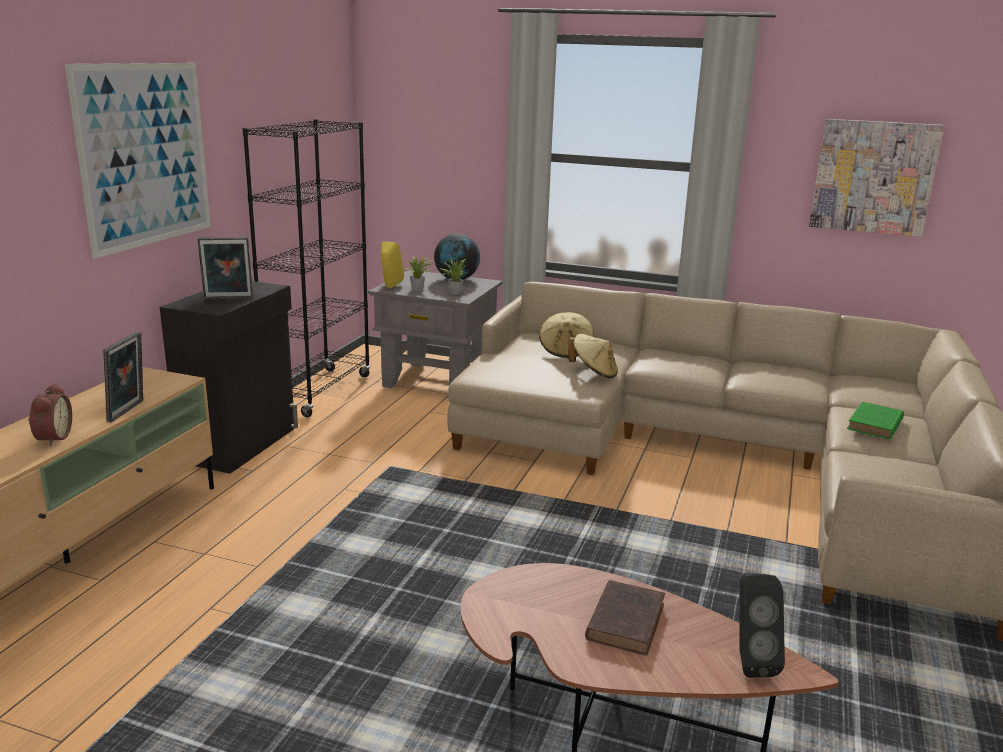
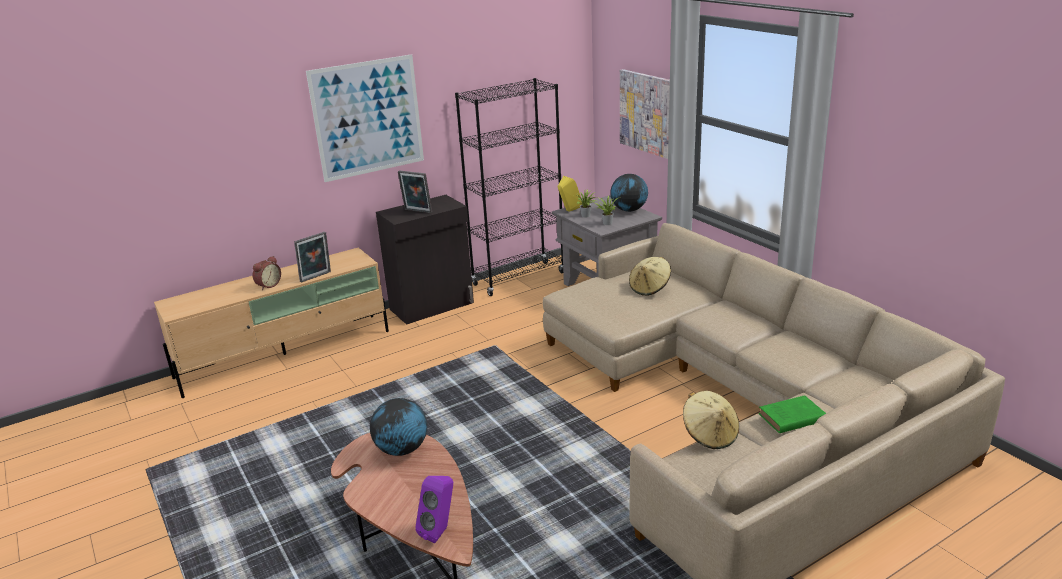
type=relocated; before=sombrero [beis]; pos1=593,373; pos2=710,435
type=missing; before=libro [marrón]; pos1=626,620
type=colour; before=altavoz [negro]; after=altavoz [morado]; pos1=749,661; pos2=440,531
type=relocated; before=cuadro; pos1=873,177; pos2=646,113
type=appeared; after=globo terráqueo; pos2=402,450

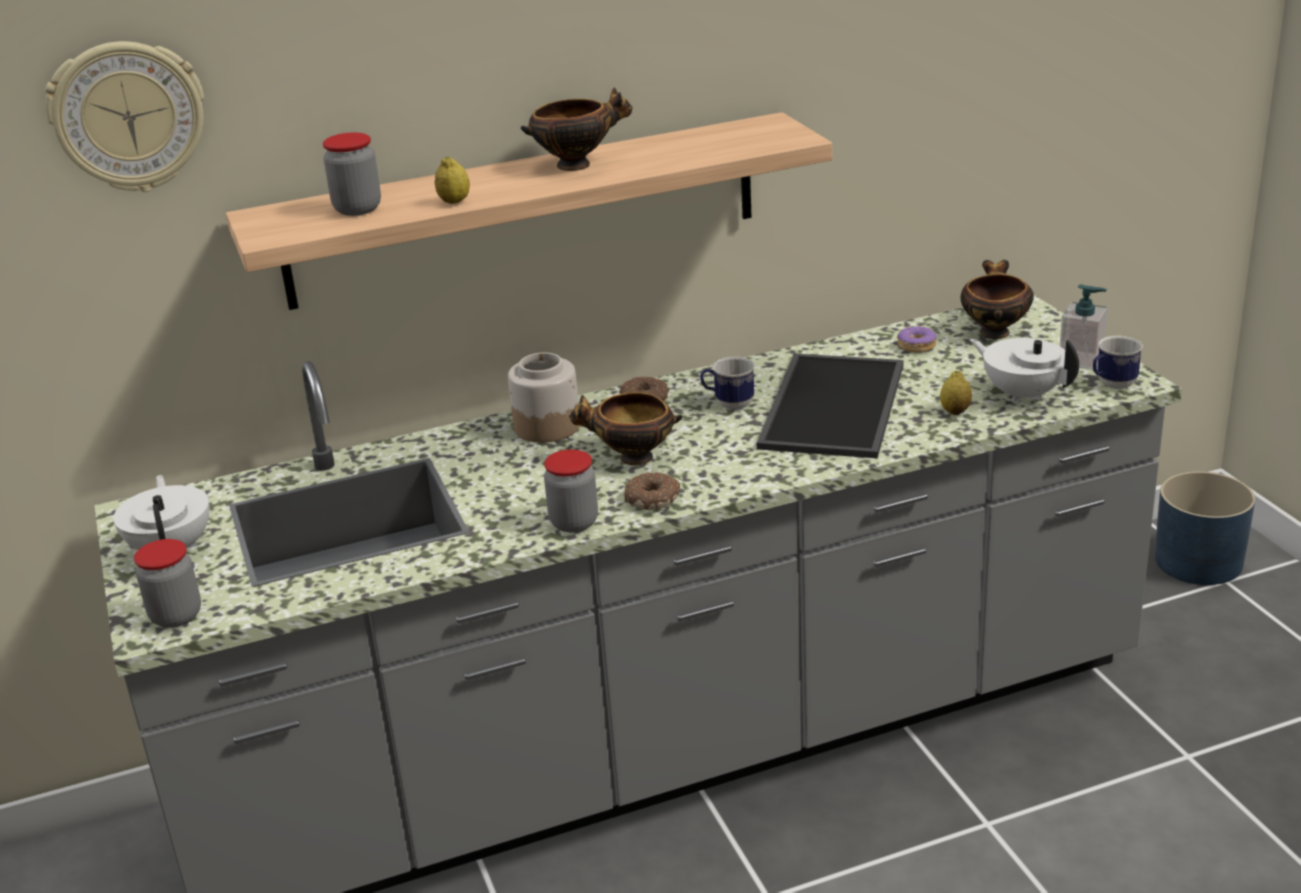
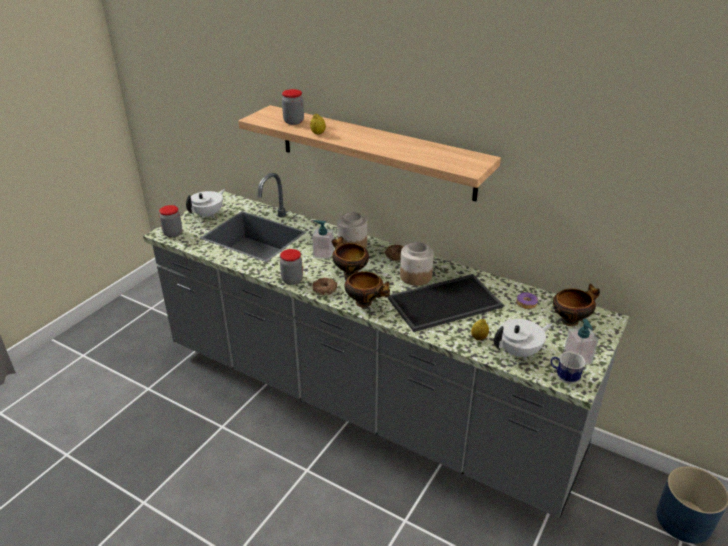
type=missing; before=reloj de pared; pos1=128,116
type=relocated; before=cuenco; pos1=577,164; pos2=365,303
type=exchanged; before=taza grande; after=tarro; pos1=728,404; pos2=415,276
type=spun; before=tetera [blanco]; pos1=1022,394; pos2=519,352; turn=60
type=appeared; after=dispensador de jabón; pos2=323,254

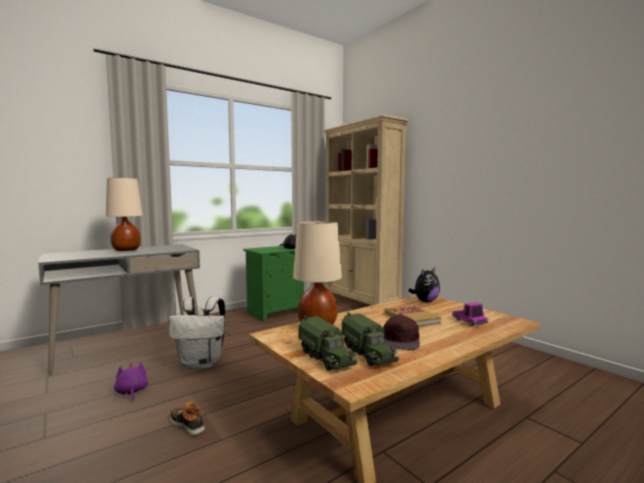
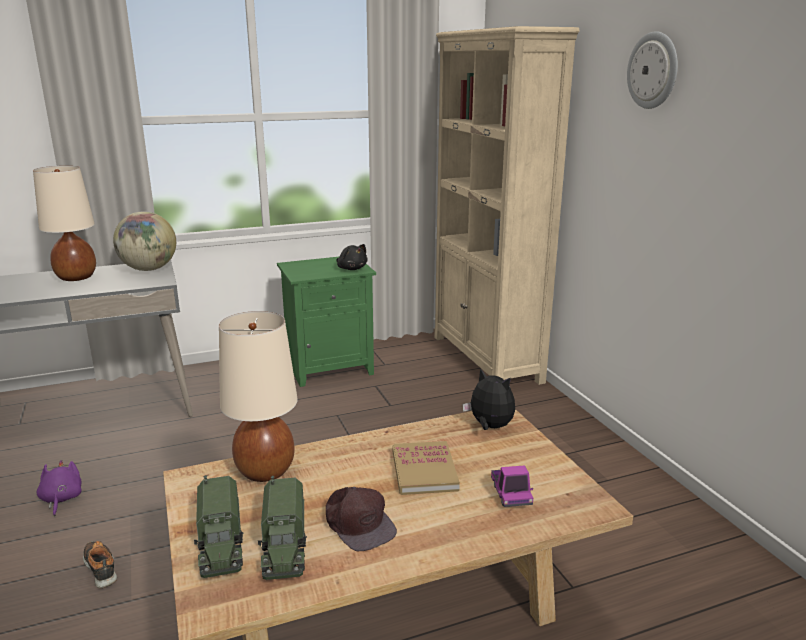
type=missing; before=mochila [blanco]; pos1=202,364
type=spun; before=gorra [marrón]; pos1=401,340; pos2=359,523; turn=-60
type=spun; before=peluche; pos1=425,301; pos2=489,427; turn=-120
type=appeared; after=globo terráqueo; pos2=149,269
type=appeared; after=reloj de pared; pos2=653,70

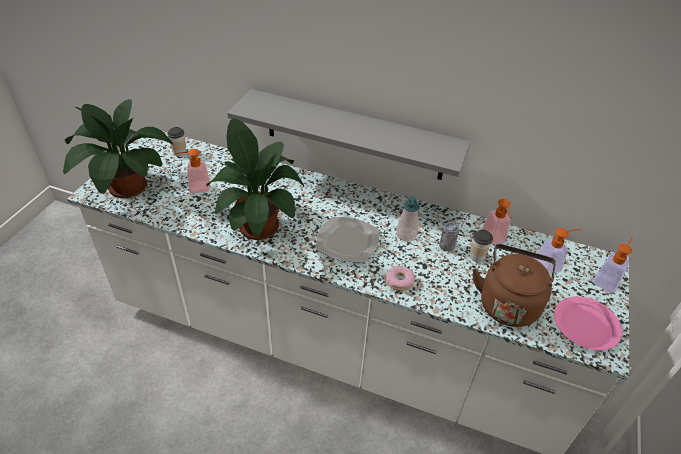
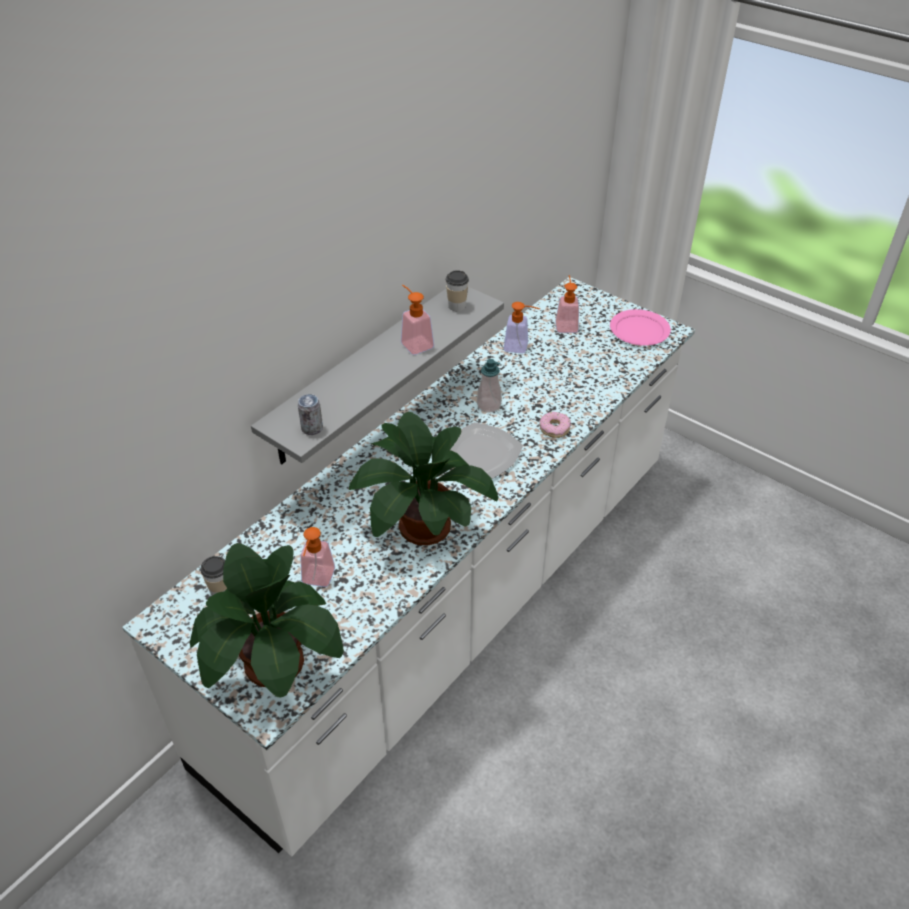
type=relocated; before=lata; pos1=446,246; pos2=312,428
type=relocated; before=taza; pos1=477,256; pos2=457,306
type=missing; before=hervidor [marrón]; pos1=508,303
type=relocated; before=dispensador de jabón; pos1=607,280; pos2=414,343

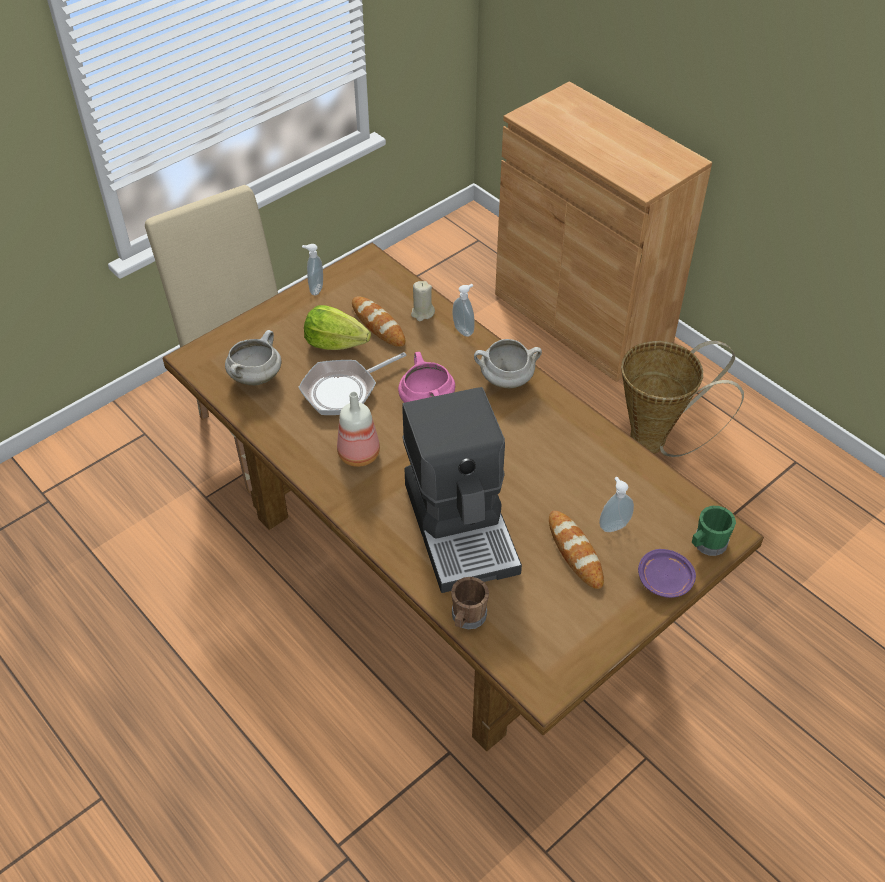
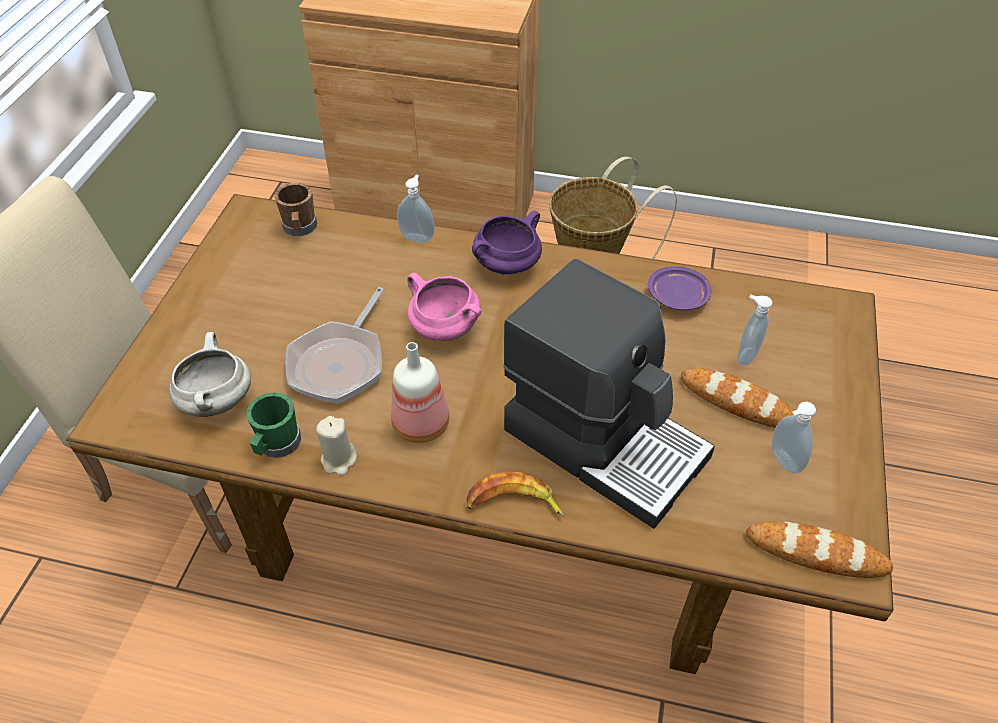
type=relocated; before=dispensador de jabón; pos1=315,289; pos2=782,462
type=missing; before=lechuga; pos1=335,343
type=relocated; before=pan; pos1=378,324; pos2=816,553
type=relocated; before=vela [beis]; pos1=422,313; pos2=339,460
type=relocated; before=taza grande [marrón]; pos1=467,618; pos2=300,228
type=colour; before=olla [blanco]; after=olla [morado]; pos1=505,380; pos2=506,266
type=relocated; before=plato [morado]; pos1=665,580; pos2=678,297
type=relocated; before=taza grande [verde]; pos1=707,544; pos2=276,445
type=appeared; after=plátano; pos2=513,503

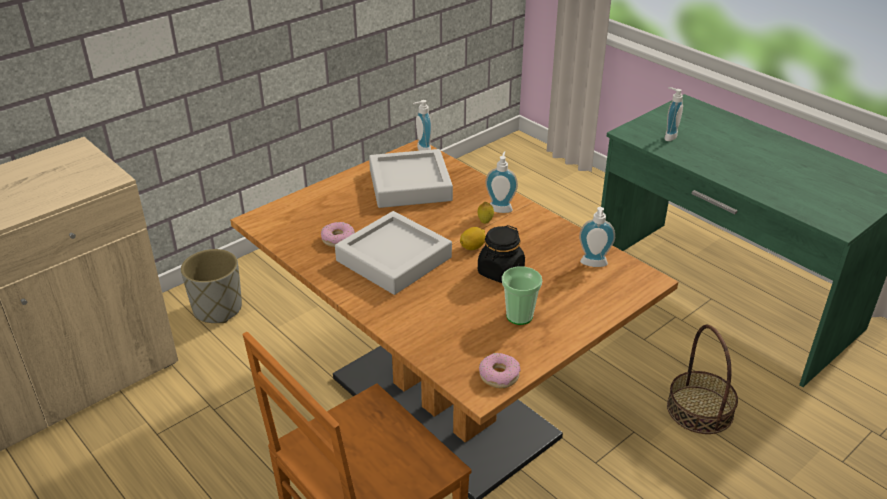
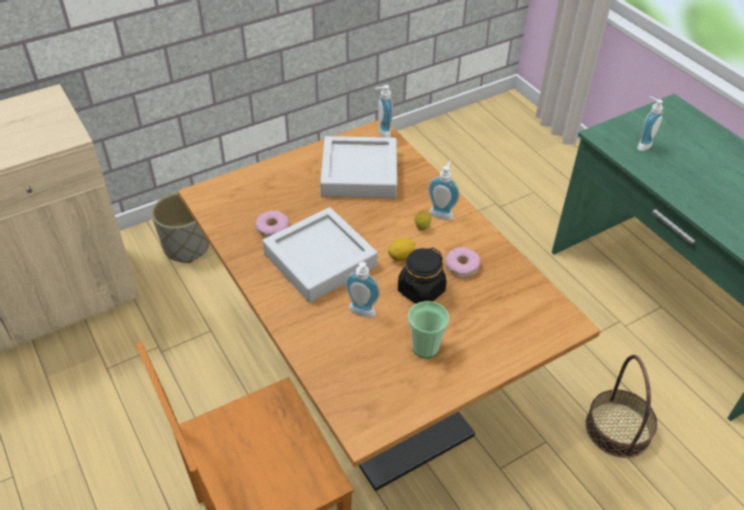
type=relocated; before=rosquilla; pos1=499,375; pos2=462,266
type=relocated; before=dispensador de jabón; pos1=593,265; pos2=360,313

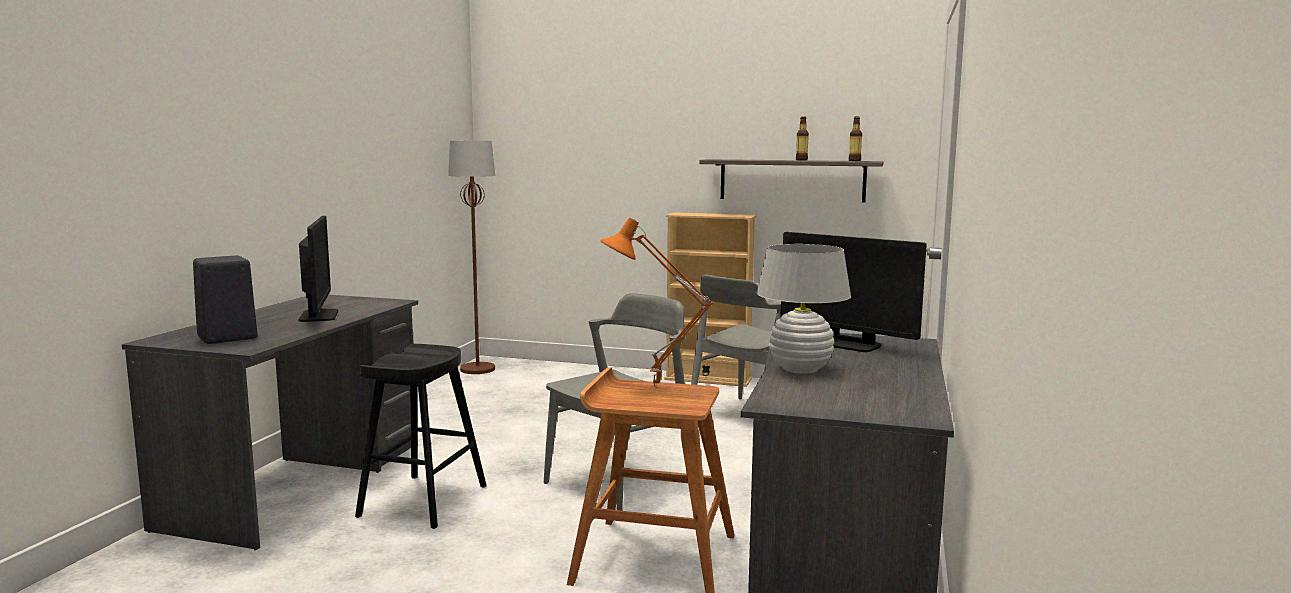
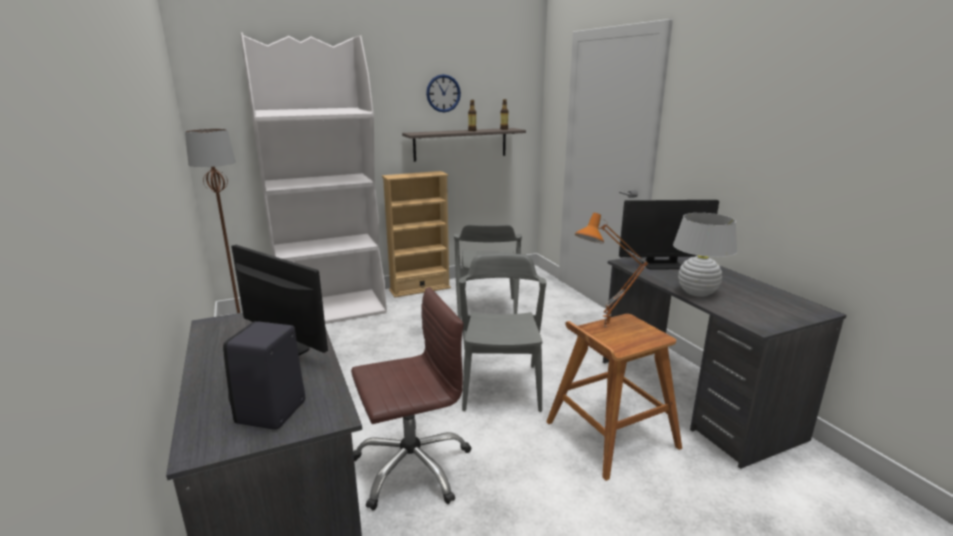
type=exchanged; before=taburete [negro]; after=silla de oficina [marrón]; pos1=423,501; pos2=411,466
type=appeared; after=estantería [blanco]; pos2=333,310
type=appeared; after=reloj de pared; pos2=443,93

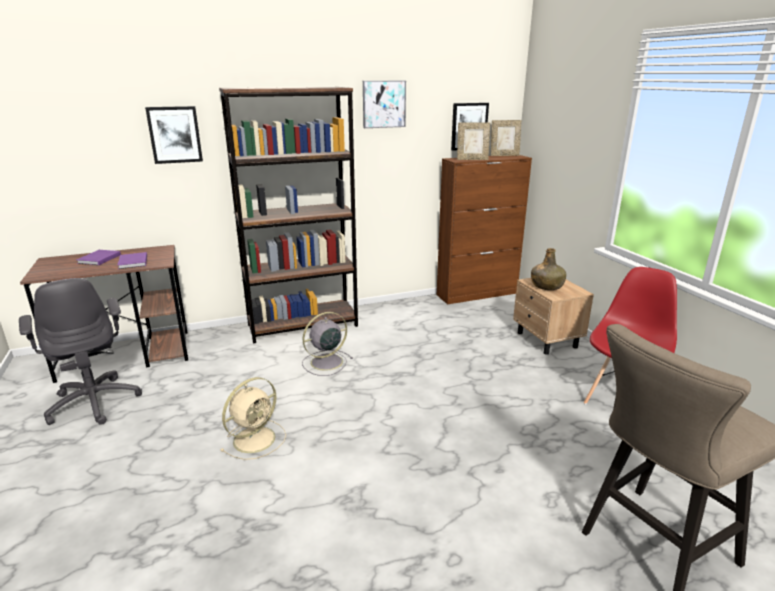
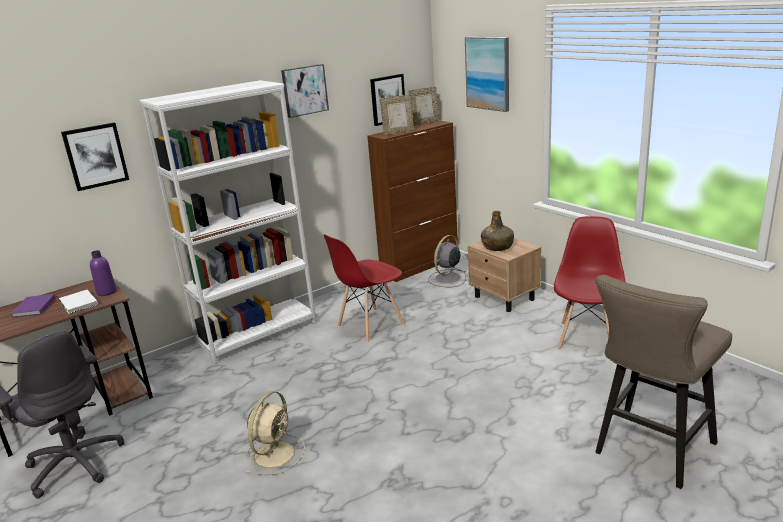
type=colour; before=libro [morado]; after=libro [blanco]; pos1=132,262; pos2=78,304
type=colour; before=estantería [marrón]; after=estantería [blanco]; pos1=303,325; pos2=257,334
type=relocated; before=ventilador [gris]; pos1=325,362; pos2=447,278
type=appeared; after=botella [morado]; pos2=106,292
type=appeared; after=silla [rojo]; pos2=370,325
type=appeared; after=cuadro; pos2=488,73

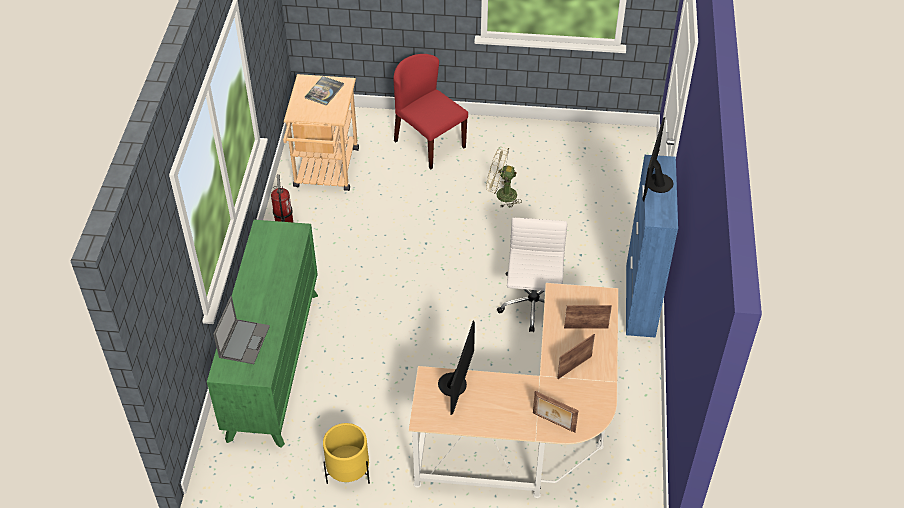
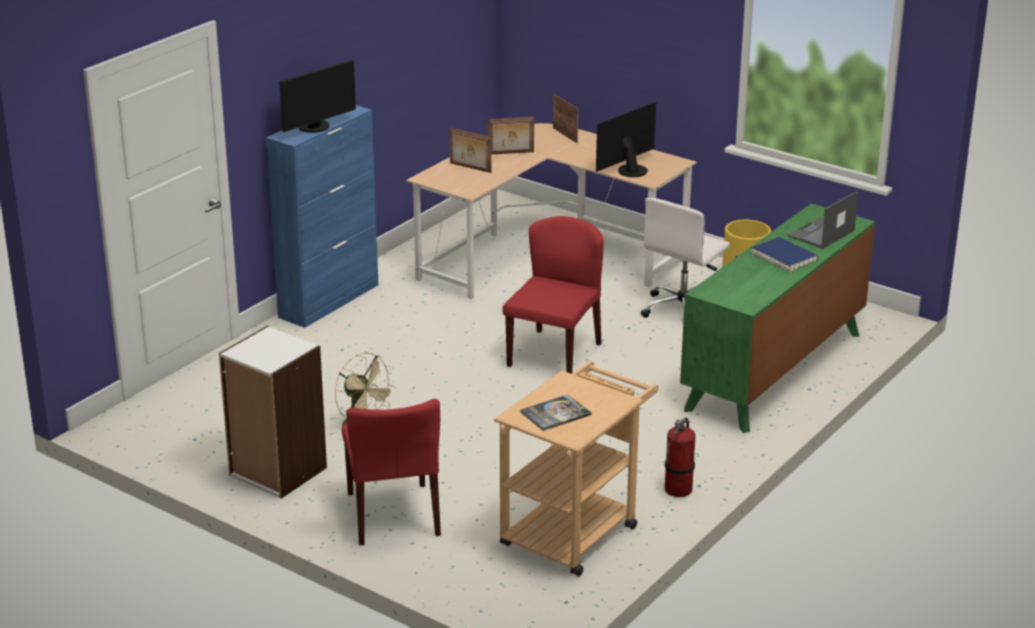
type=relocated; before=silla de oficina [blanco]; pos1=532,307; pos2=683,310
type=appeared; after=estantería [blanco]; pos2=277,472
type=appeared; after=silla [rojo]; pos2=554,354
type=appeared; after=libro [azul]; pos2=784,257

